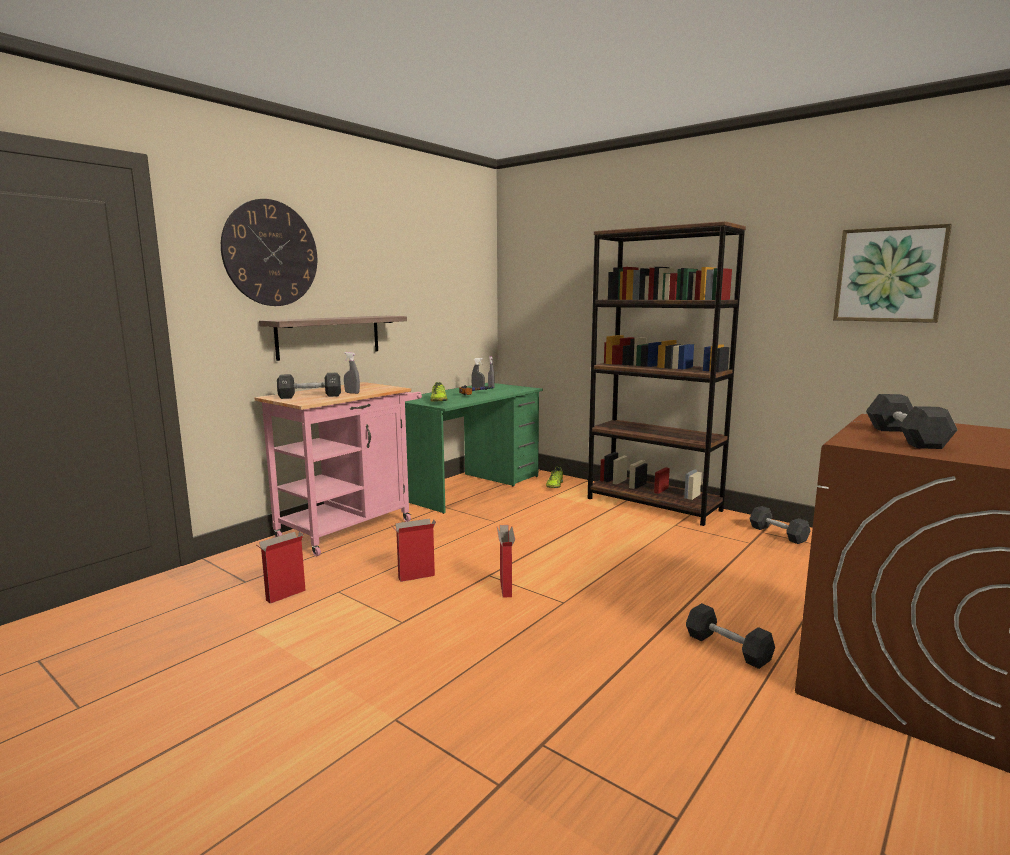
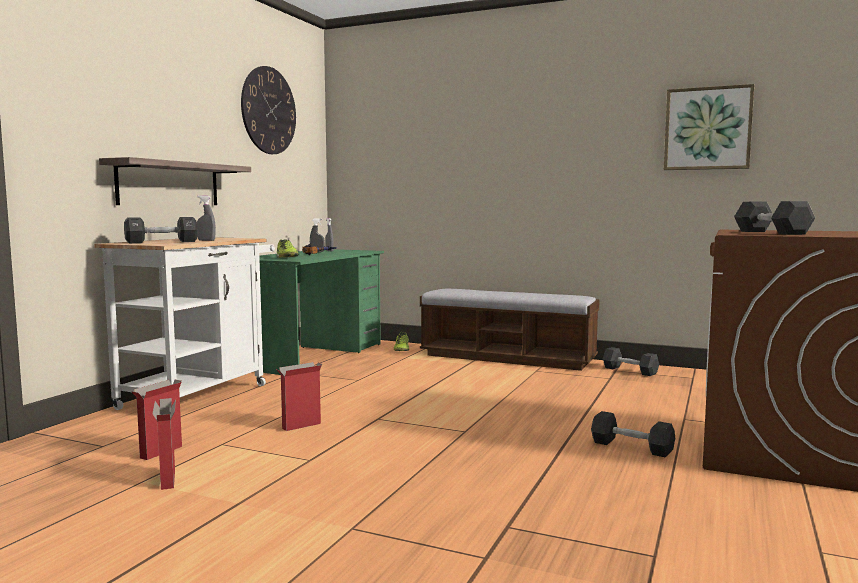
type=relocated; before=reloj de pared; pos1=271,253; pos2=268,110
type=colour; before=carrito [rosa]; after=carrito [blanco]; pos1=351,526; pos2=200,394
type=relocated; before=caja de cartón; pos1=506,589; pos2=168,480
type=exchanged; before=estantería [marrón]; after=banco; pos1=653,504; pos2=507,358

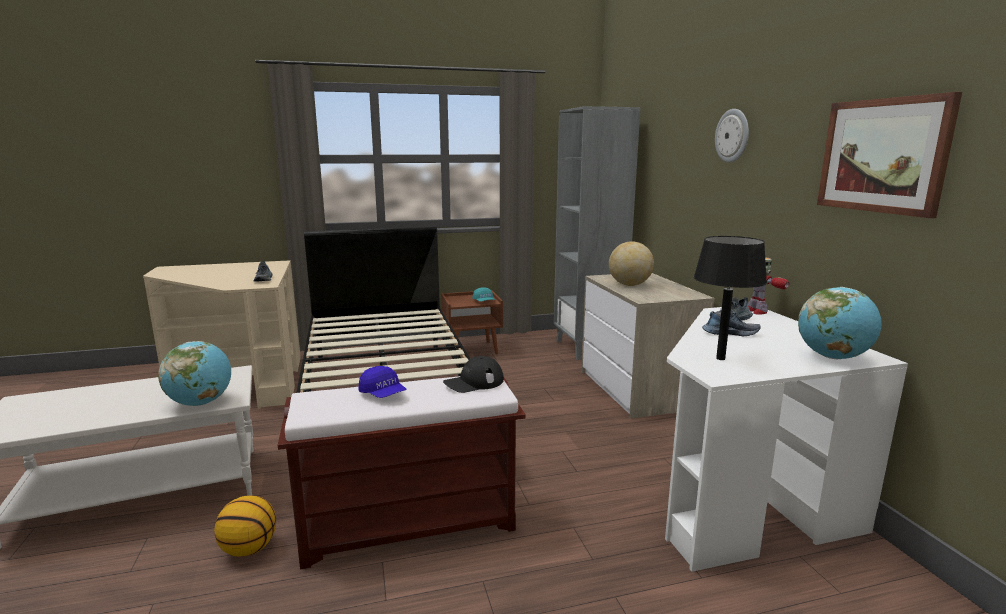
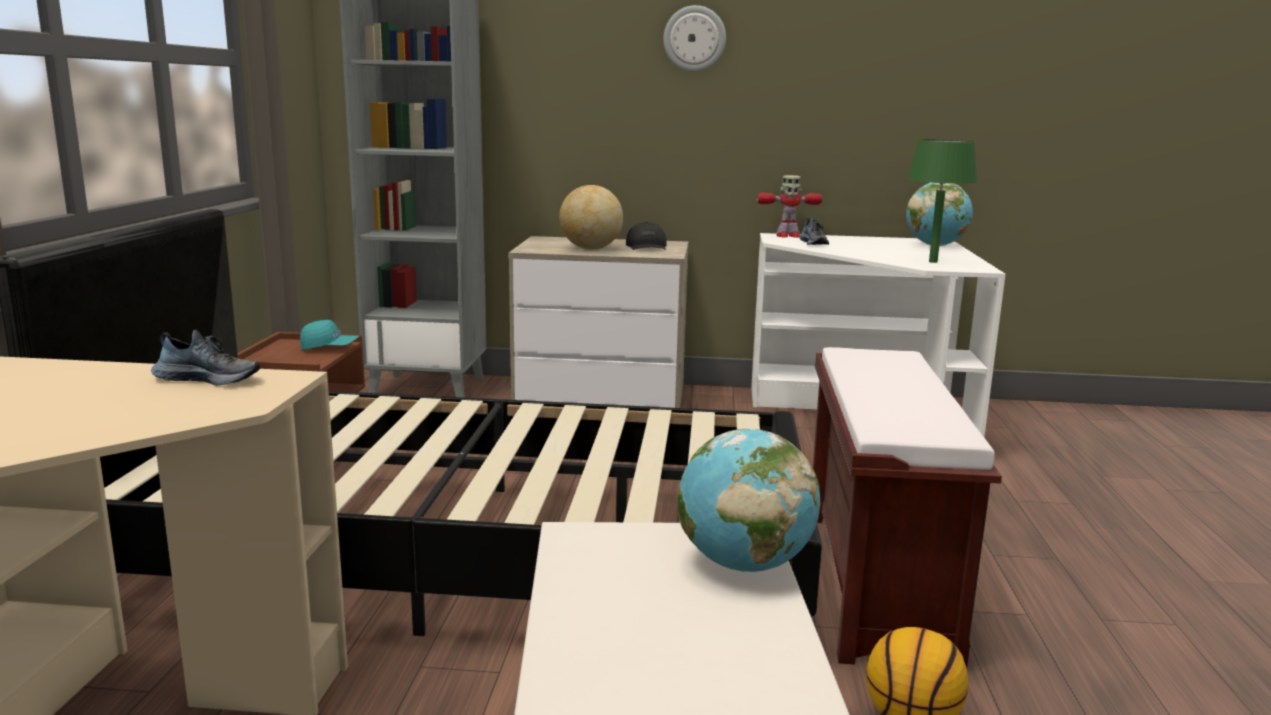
type=missing; before=gorra [azul]; pos1=383,394
type=relocated; before=gorra [negro]; pos1=473,382; pos2=647,246
type=colour; before=lámpara de mesa [negro]; after=lámpara de mesa [verde]; pos1=721,358; pos2=933,262
type=missing; before=zapato; pos1=730,333
type=missing; before=cuadro; pos1=883,155

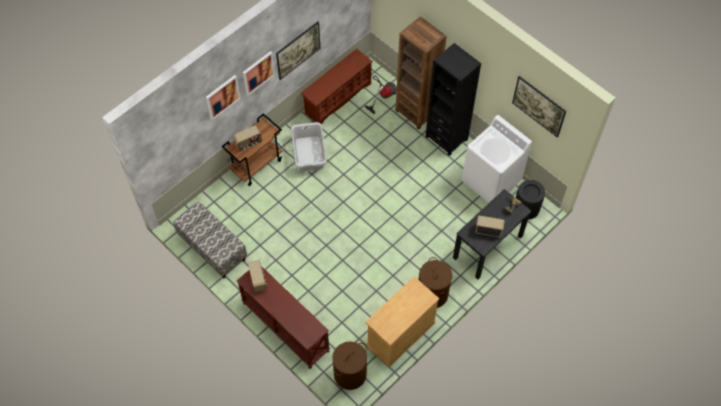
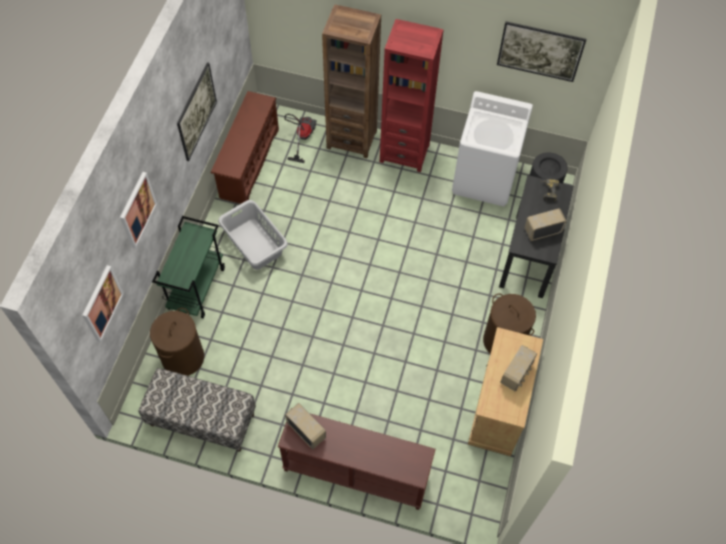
type=colour; before=carrito [marrón]; after=carrito [verde]; pos1=256,165; pos2=196,287
type=relocated; before=radio; pos1=248,143; pos2=516,374
type=relocated; before=cuadro; pos1=258,72; pos2=101,303
type=relocated; before=cesto de la ropa [marrón]; pos1=350,374; pos2=183,357
type=colour; before=estantería [negro]; after=estantería [rojo]; pos1=446,137; pos2=404,153

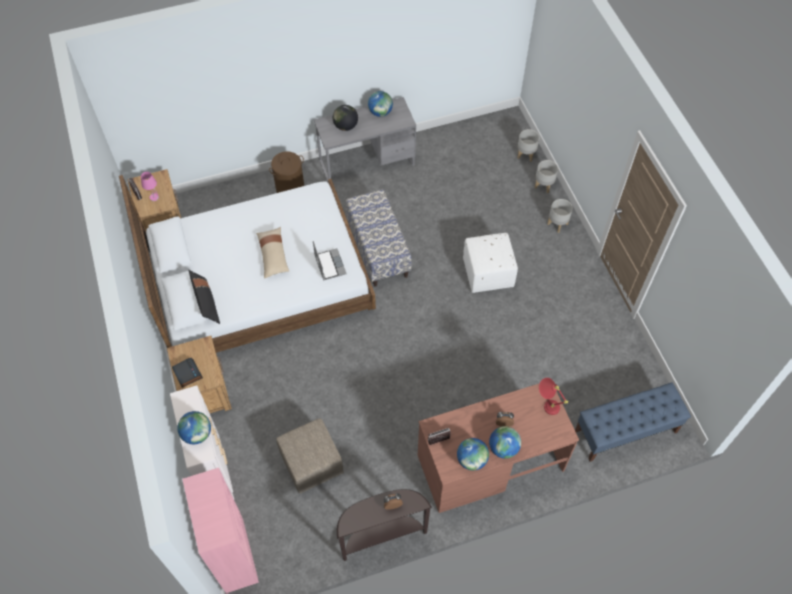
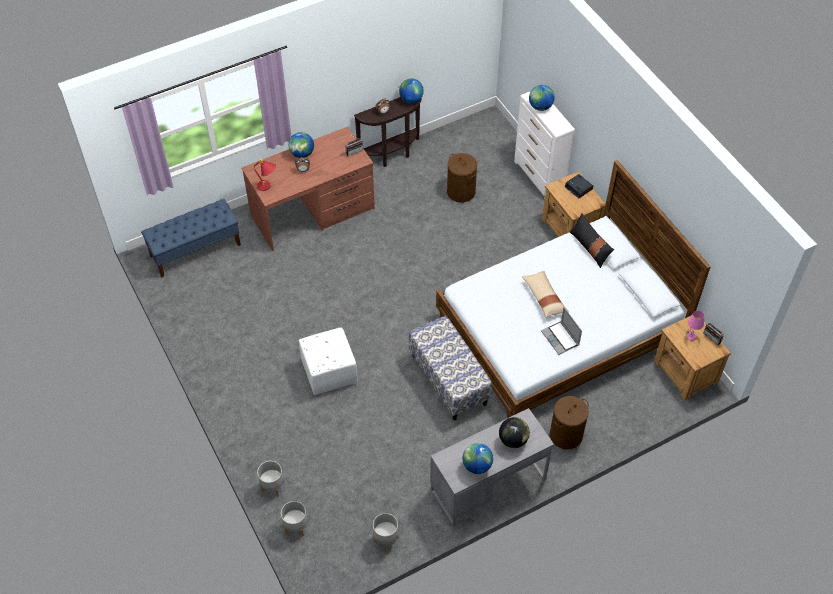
type=missing; before=estantería [rosa]; pos1=236,558
type=exchanged; before=puf [beis]; after=cesto de la ropa [marrón]; pos1=311,463; pos2=461,192
type=relocated; before=portátil; pos1=329,265; pos2=560,338
type=relocated; before=globo terráqueo; pos1=471,460; pos2=411,99
type=relocated; before=maceta [gris]; pos1=557,224; pos2=386,539

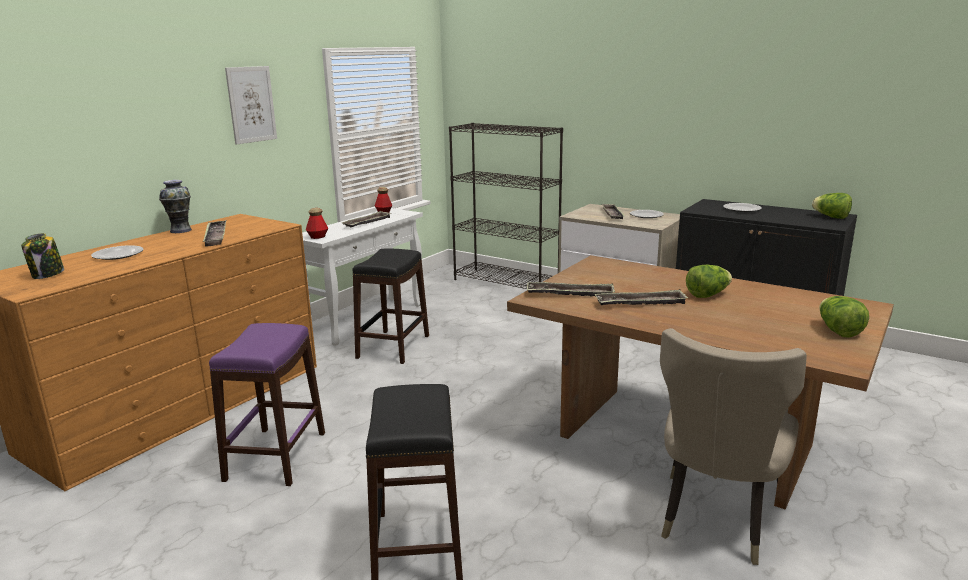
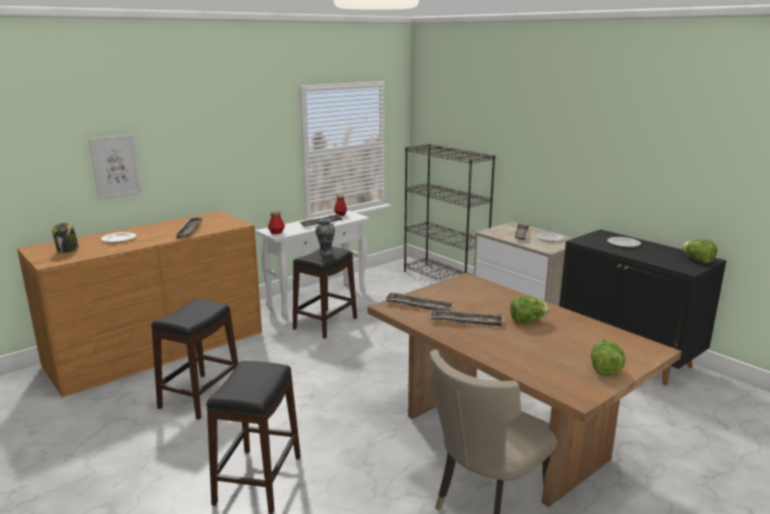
type=relocated; before=florero; pos1=181,230; pos2=326,253
type=colour; before=taburete [morado]; after=taburete [negro]; pos1=277,456; pos2=201,396
type=relocated; before=cuadro; pos1=251,104; pos2=115,166

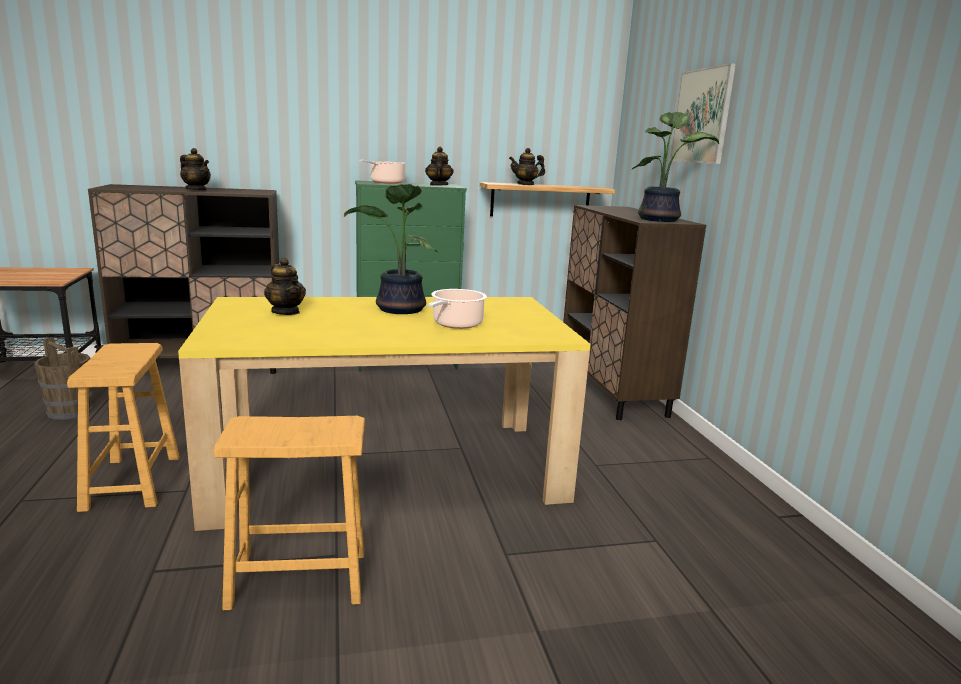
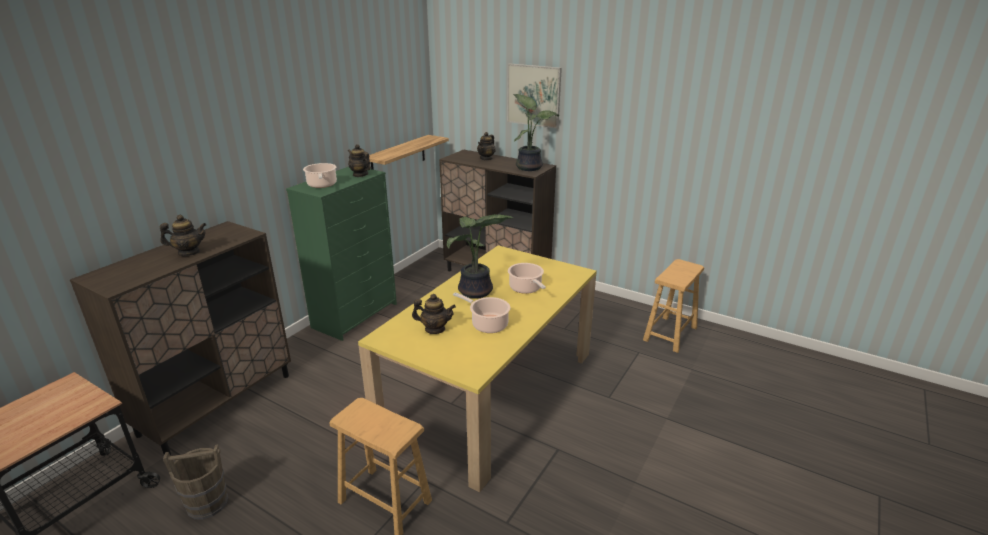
type=relocated; before=taburete [marrón]; pos1=298,579; pos2=670,334
type=relocated; before=tetera; pos1=525,184; pos2=486,158
type=appeared; after=olla; pos2=487,324

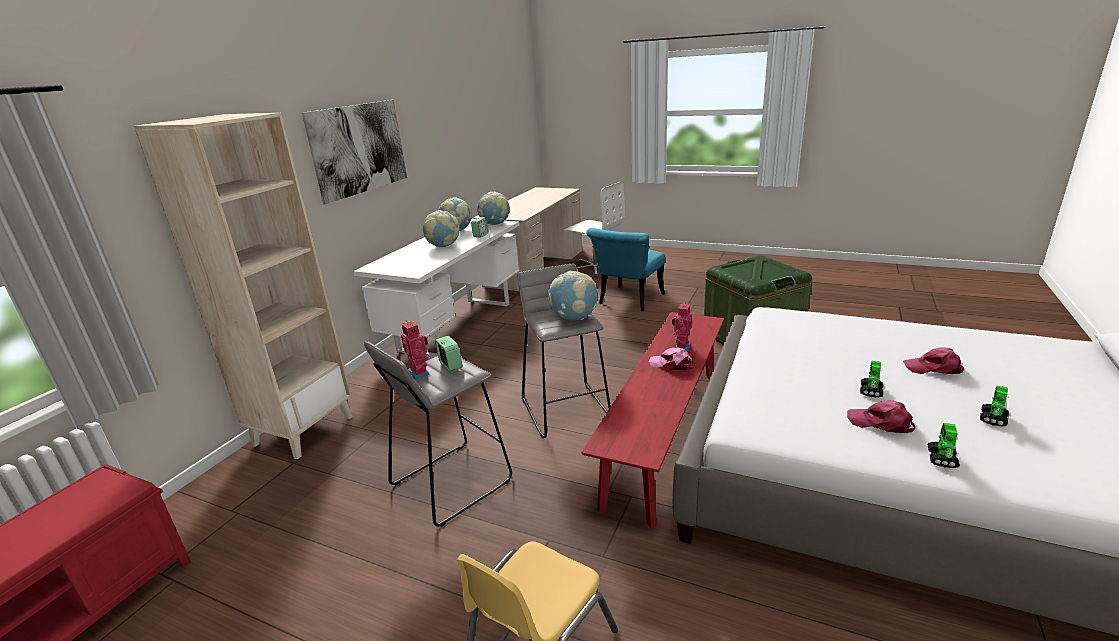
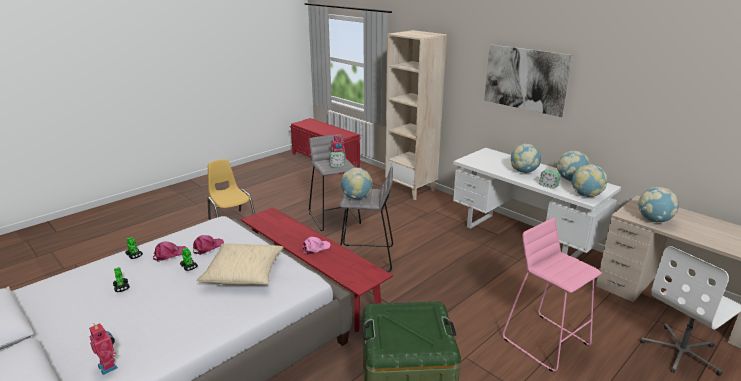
type=exchanged; before=silla [turquesa]; after=taburete [rosa]; pos1=628,301; pos2=546,341
type=relocated; before=robot de juguete; pos1=681,347; pos2=109,366
type=relocated; before=gorra [rosa]; pos1=933,368; pos2=207,247
type=appeared; after=cojín [beis]; pos2=244,273
type=appeared; after=globo terráqueo; pos2=654,220

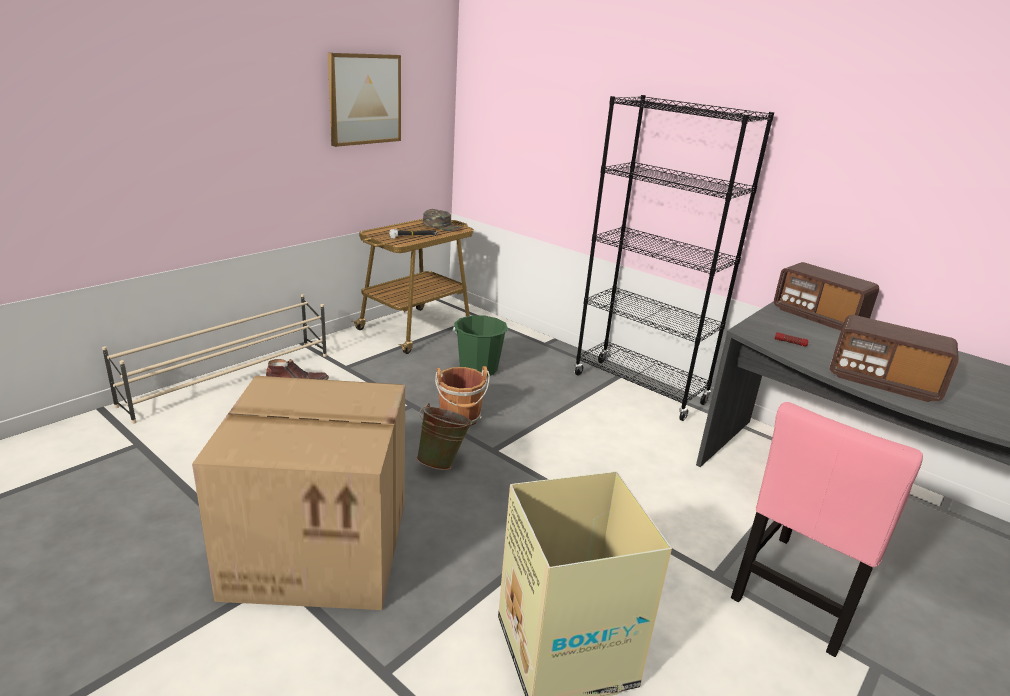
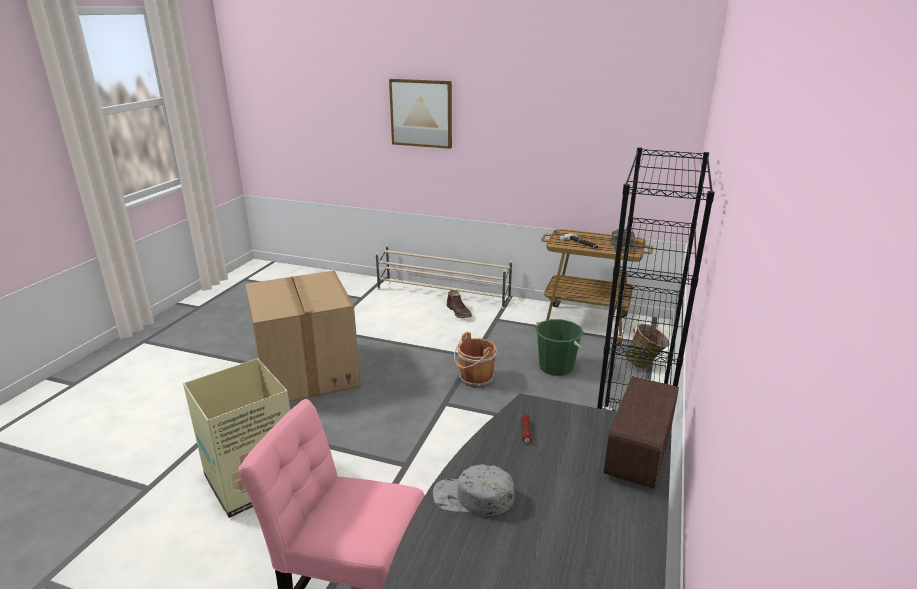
type=relocated; before=cuadro; pos1=364,99; pos2=421,113
type=relocated; before=cubo [verde]; pos1=443,462; pos2=644,366
type=exchanged; before=radio; after=gorra [gris]; pos1=883,382; pos2=473,497

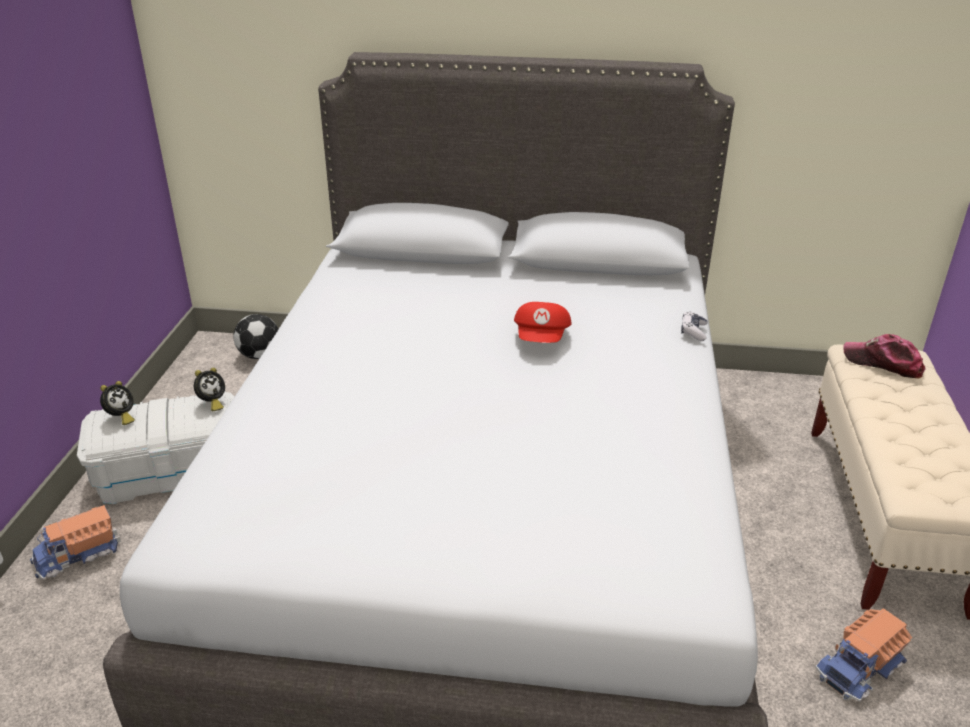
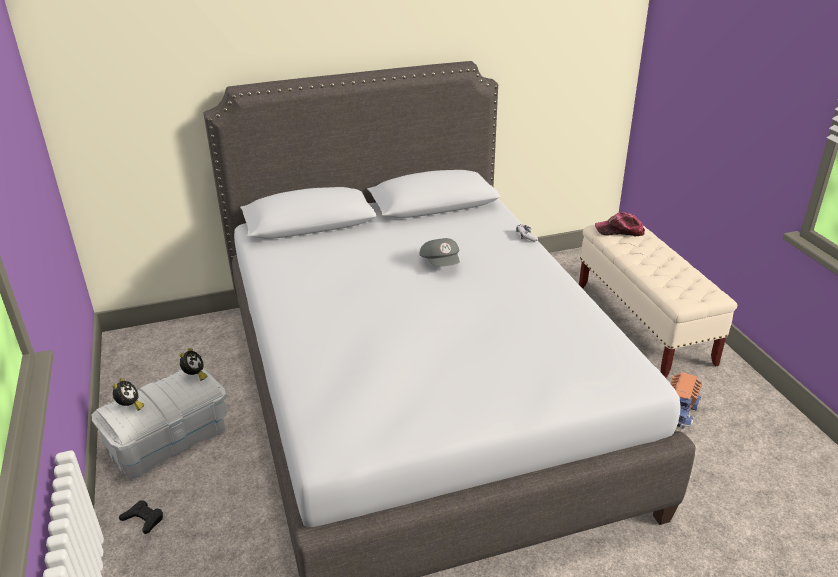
type=exchanged; before=camión de juguete; after=mando de consola [negro]; pos1=78,556; pos2=143,519
type=missing; before=balón de fútbol; pos1=259,355
type=colour; before=gorra [rojo]; after=gorra [gris]; pos1=542,338; pos2=441,263

